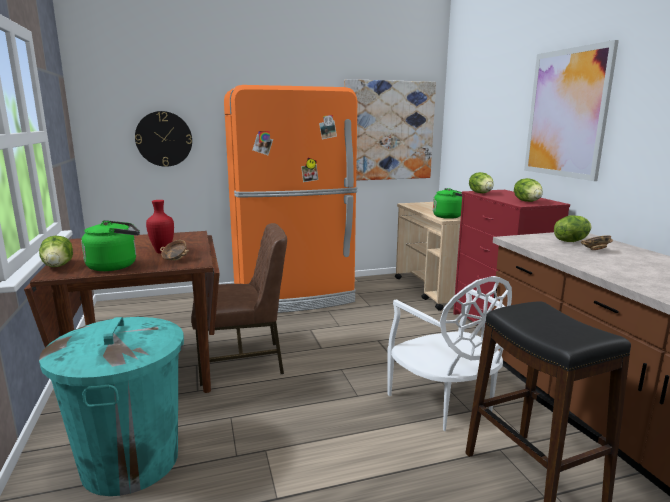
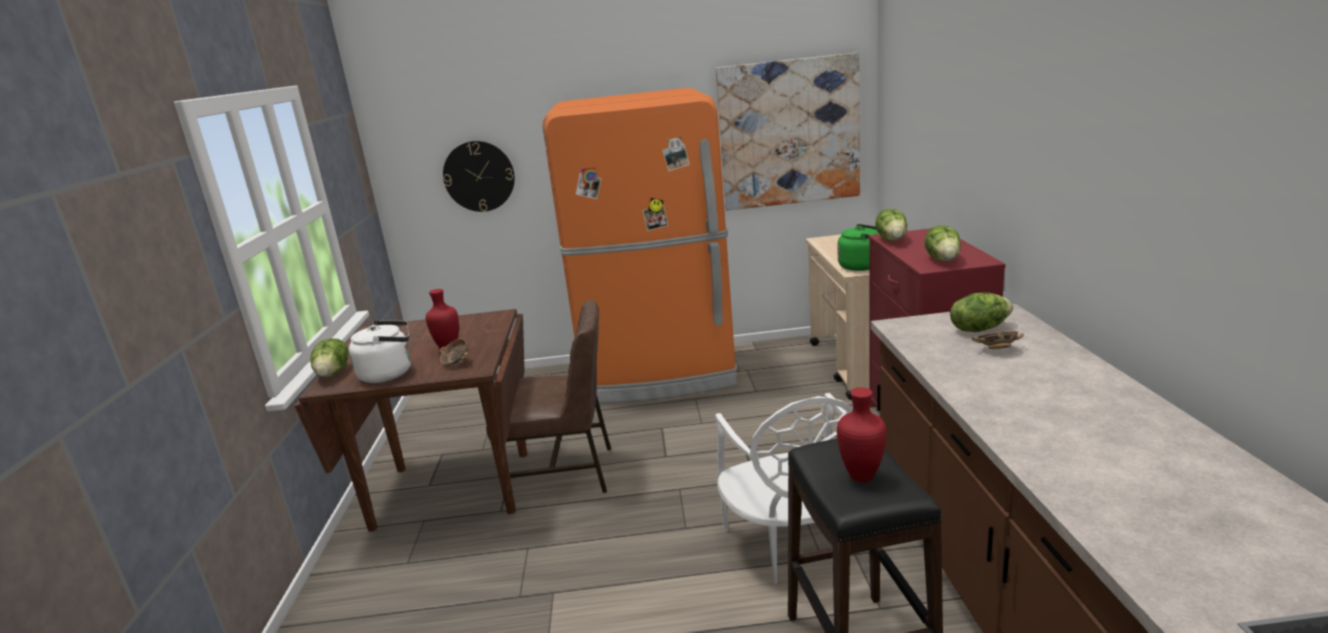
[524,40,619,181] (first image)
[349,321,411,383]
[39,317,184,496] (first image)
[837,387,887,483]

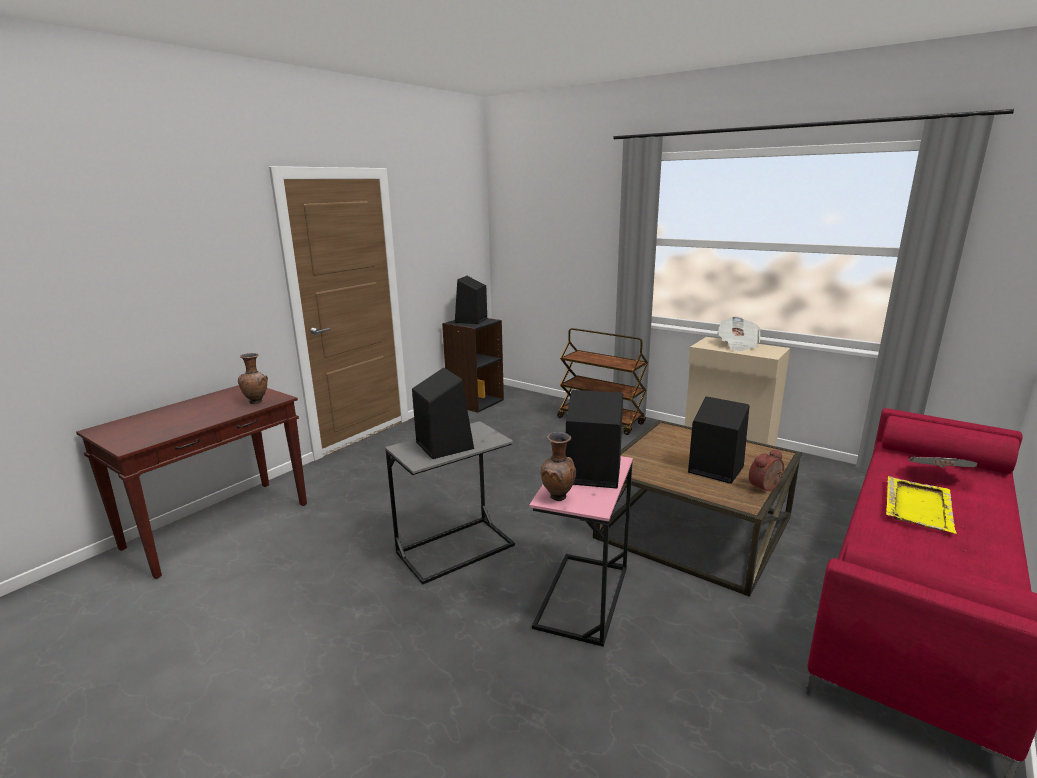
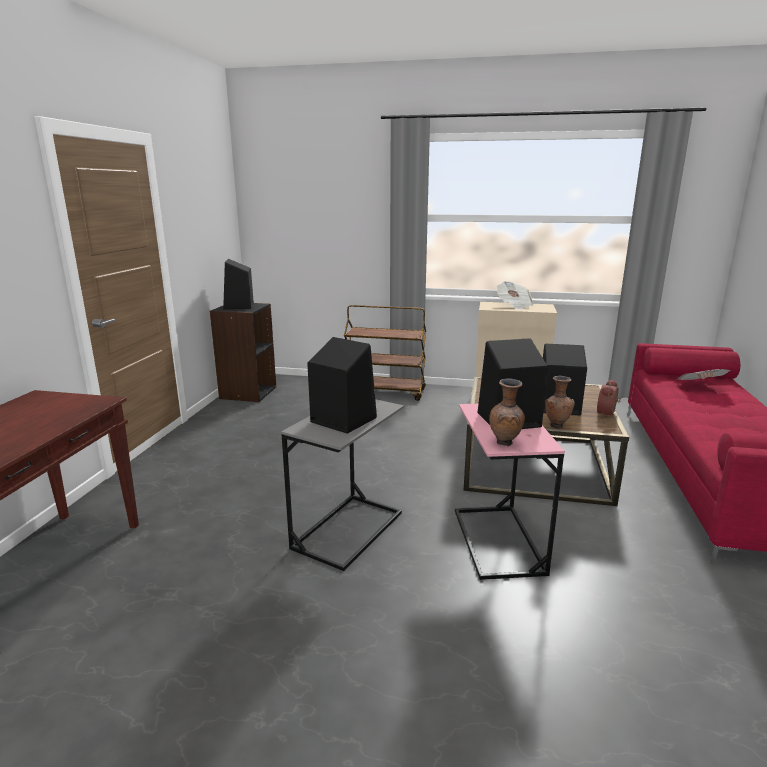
[545,376,575,428]
[886,476,957,534] (first image)

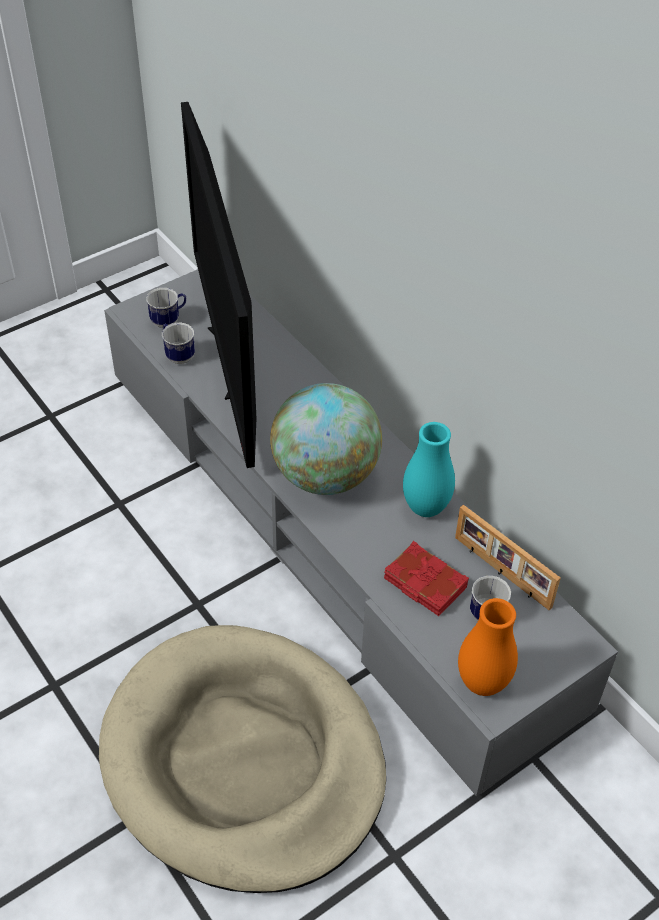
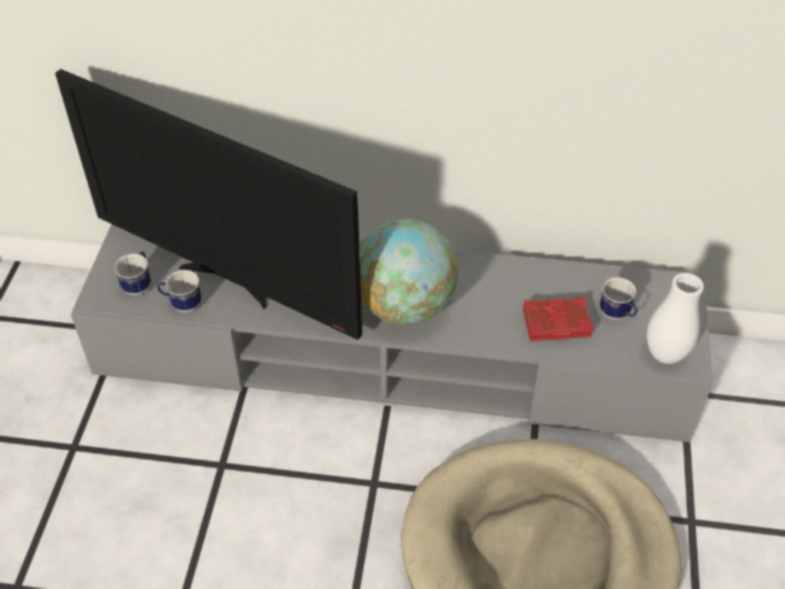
[403,422,455,517] (first image)
[455,505,561,610] (first image)
[647,273,704,364]

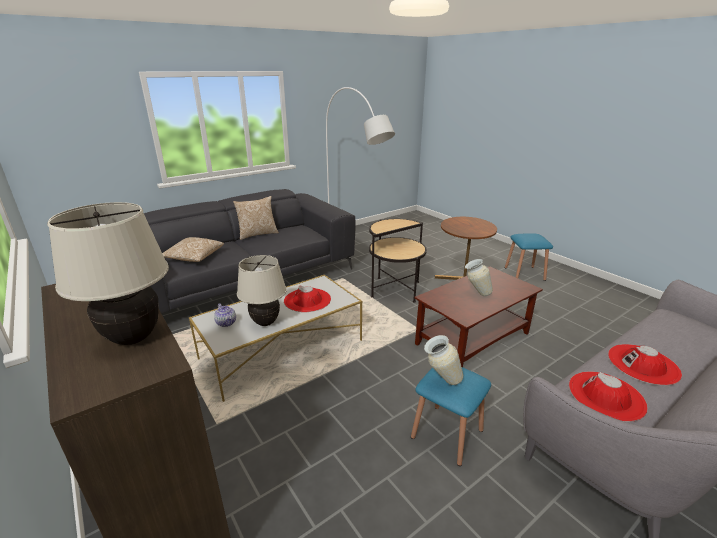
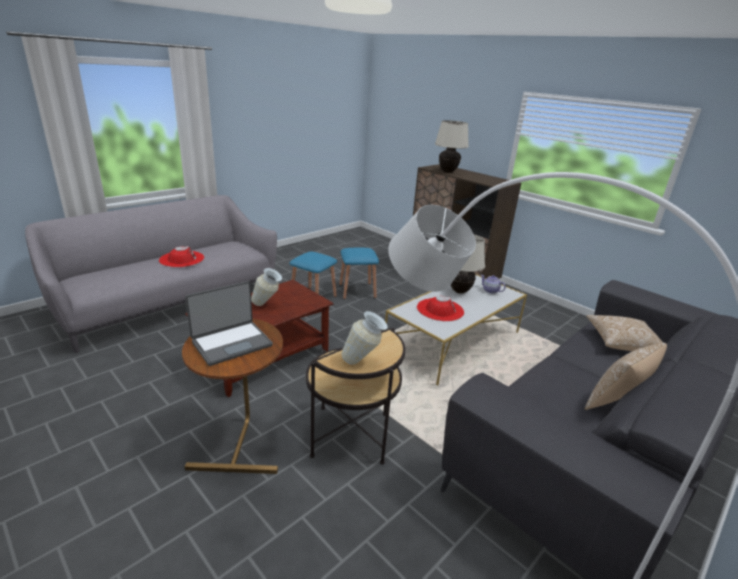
[339,248,379,299]
[341,311,388,365]
[569,372,648,422] (first image)
[185,281,273,366]

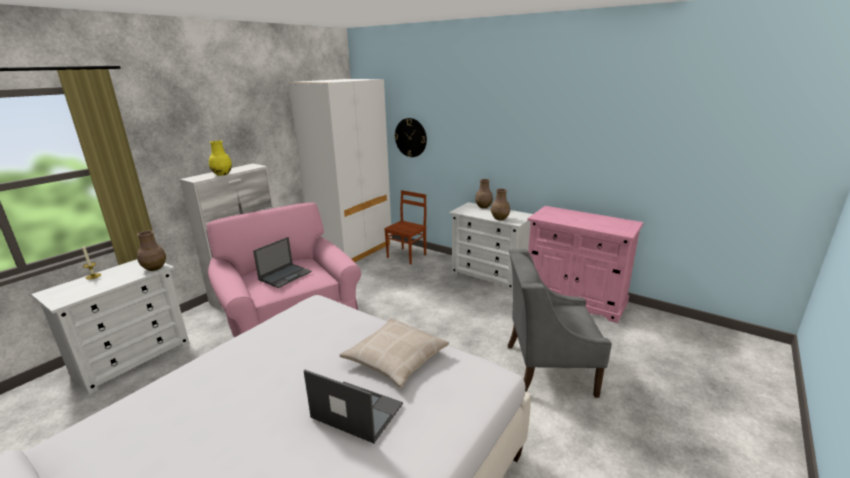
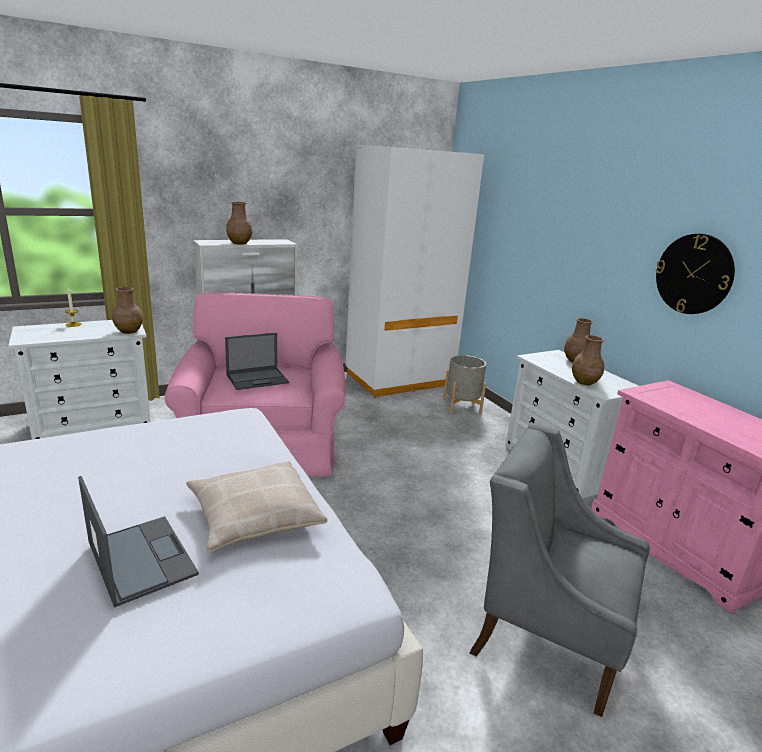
[656,234,735,314]
[226,202,252,244]
[443,355,486,414]

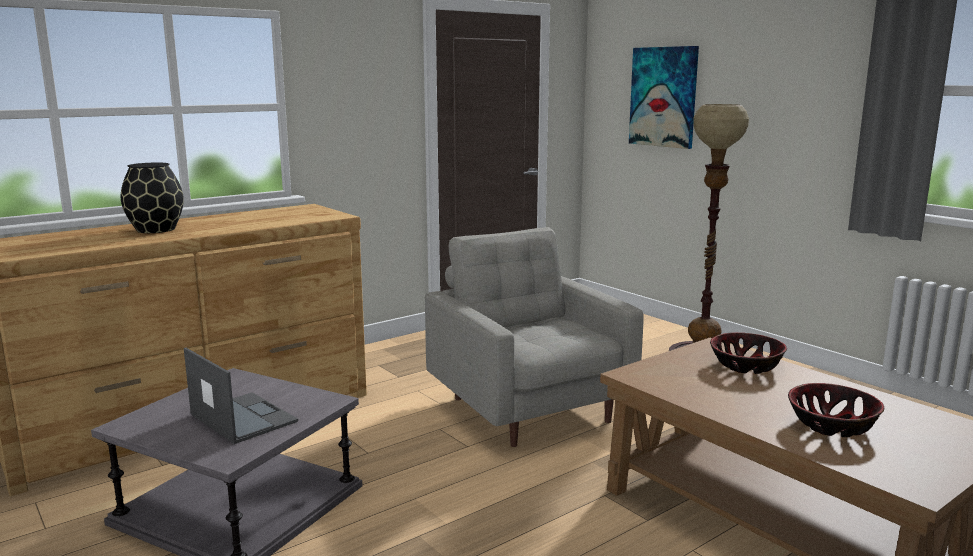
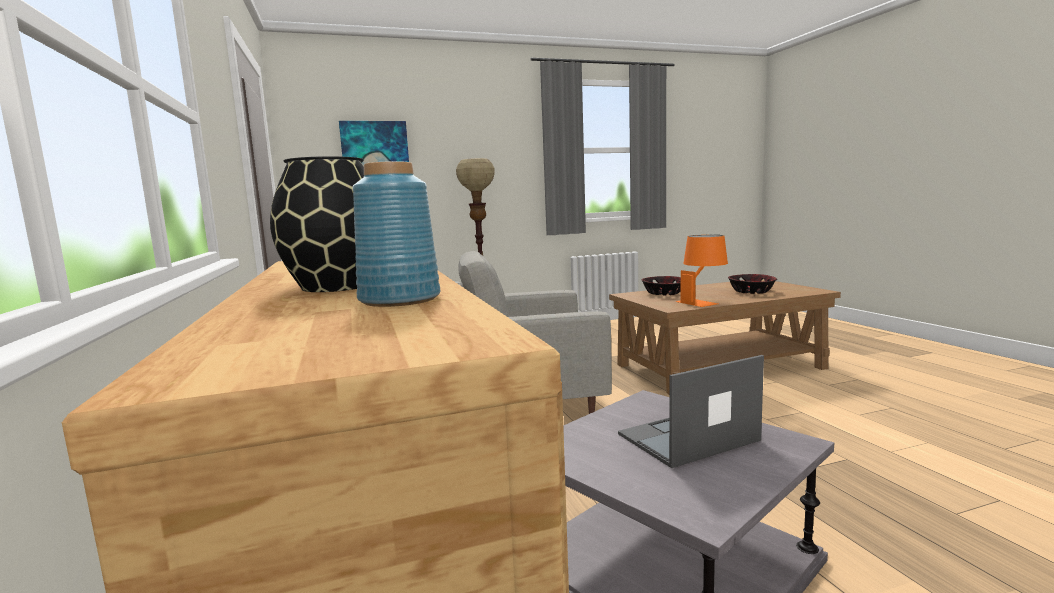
[353,161,440,307]
[675,235,728,307]

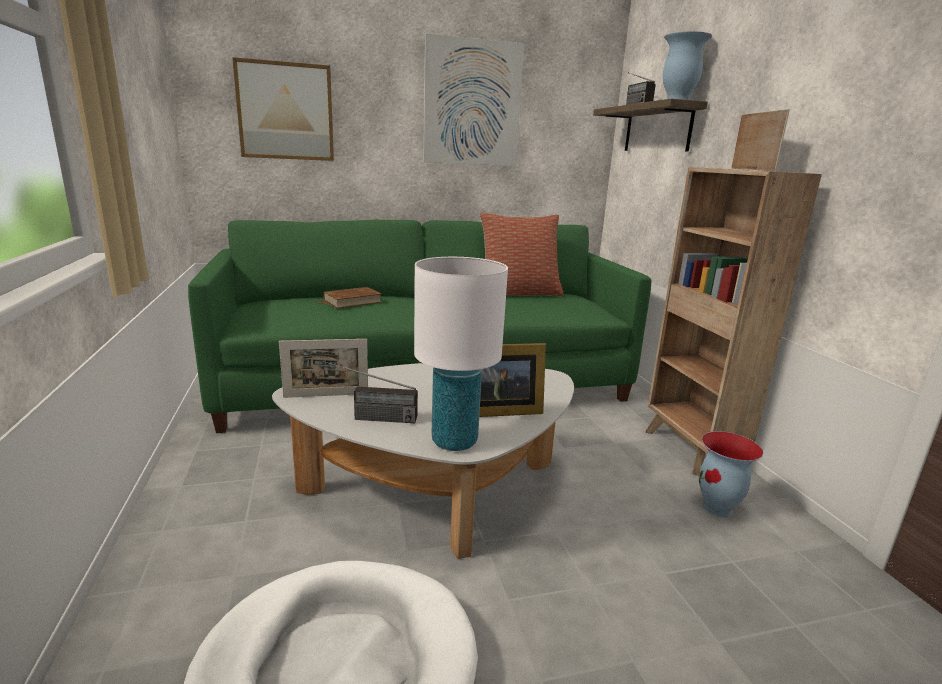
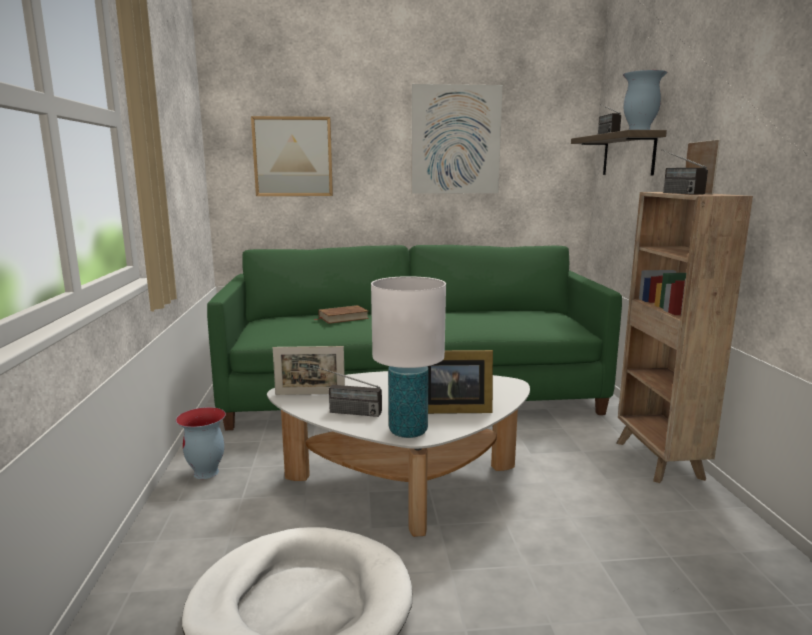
[480,213,564,296] (first image)
[176,407,226,479]
[661,149,708,195]

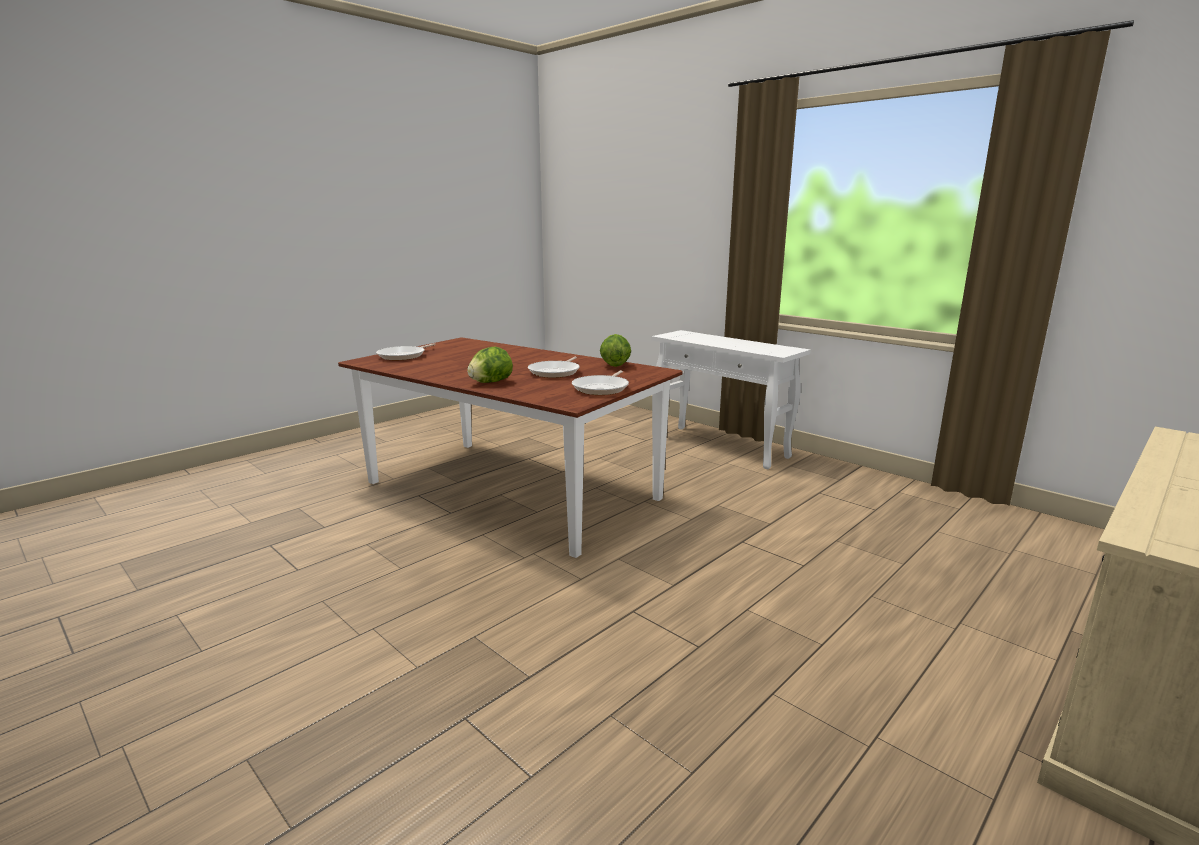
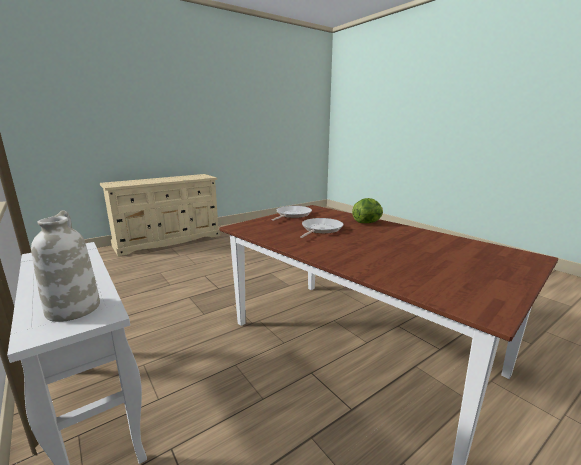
[600,334,631,367] (first image)
[376,343,435,360] (first image)
[31,210,100,322]

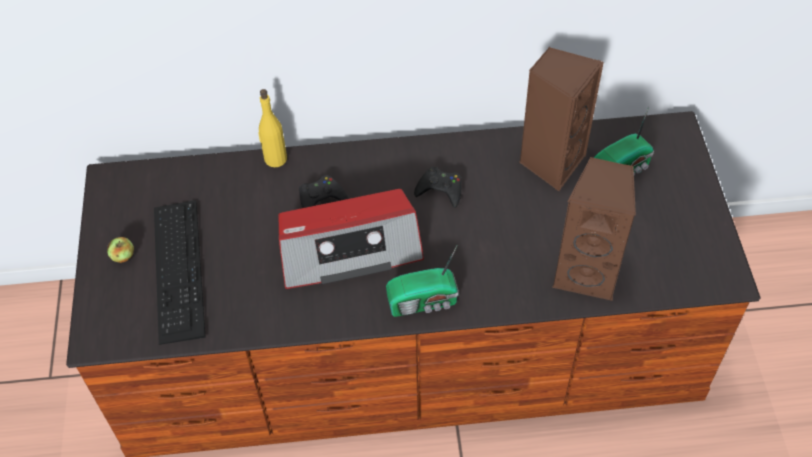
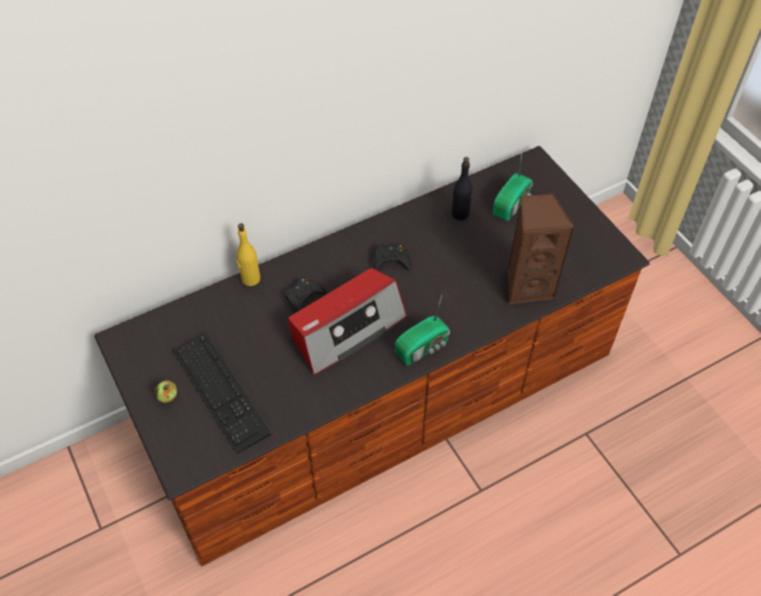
[452,157,473,220]

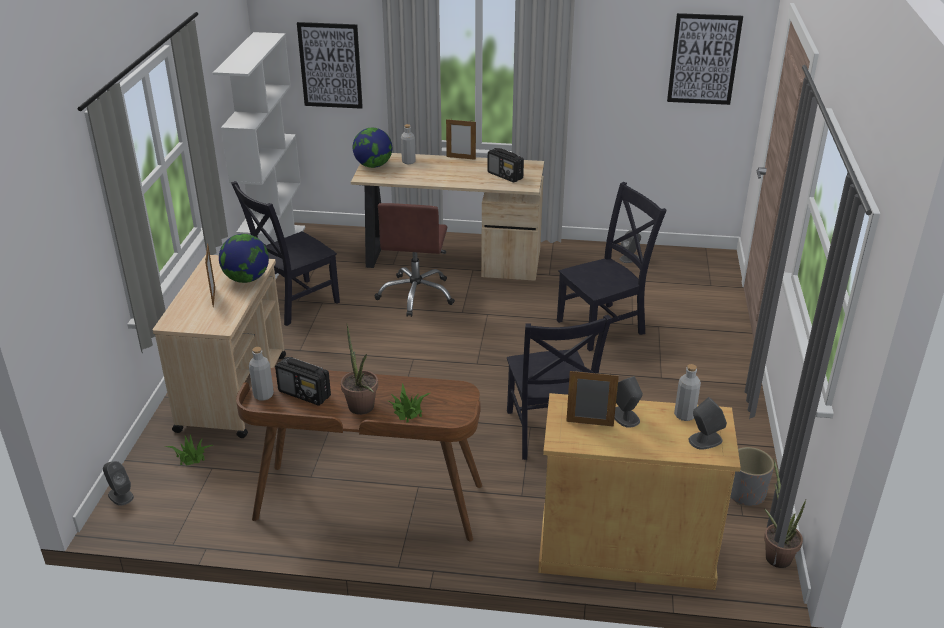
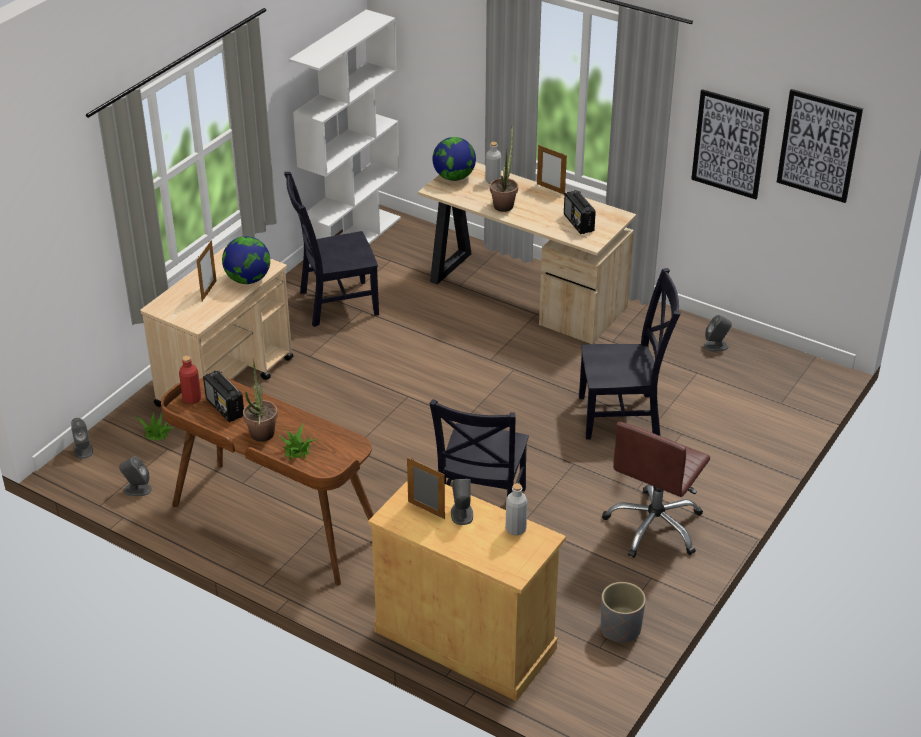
[691,89,770,199]
[602,422,710,558]
[179,356,201,404]
[119,456,152,496]
[490,126,518,212]

